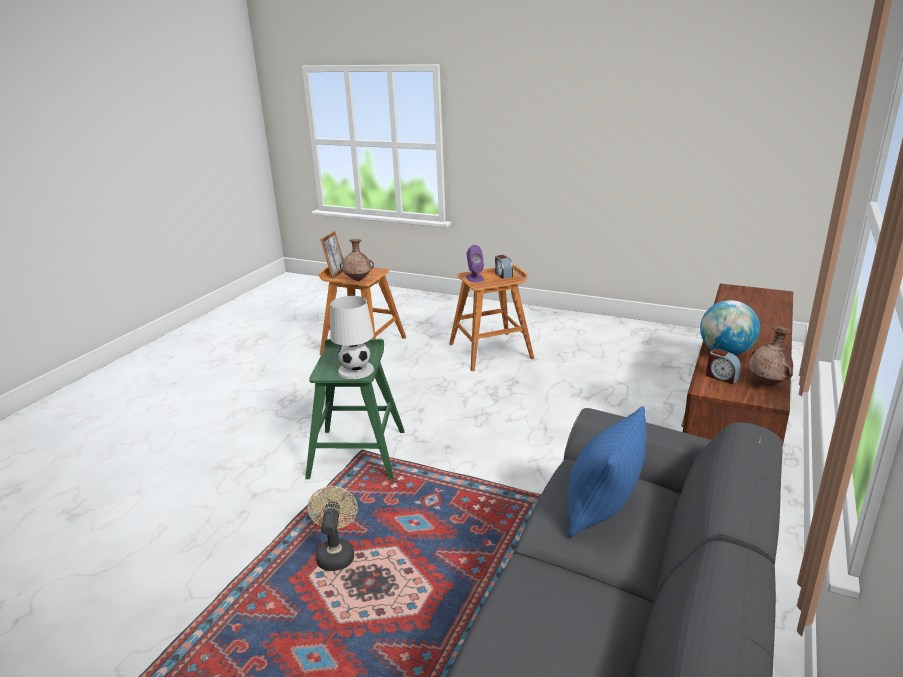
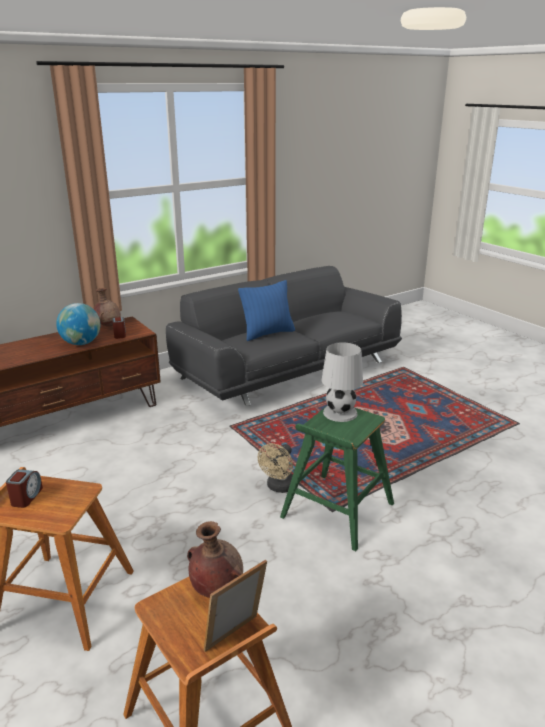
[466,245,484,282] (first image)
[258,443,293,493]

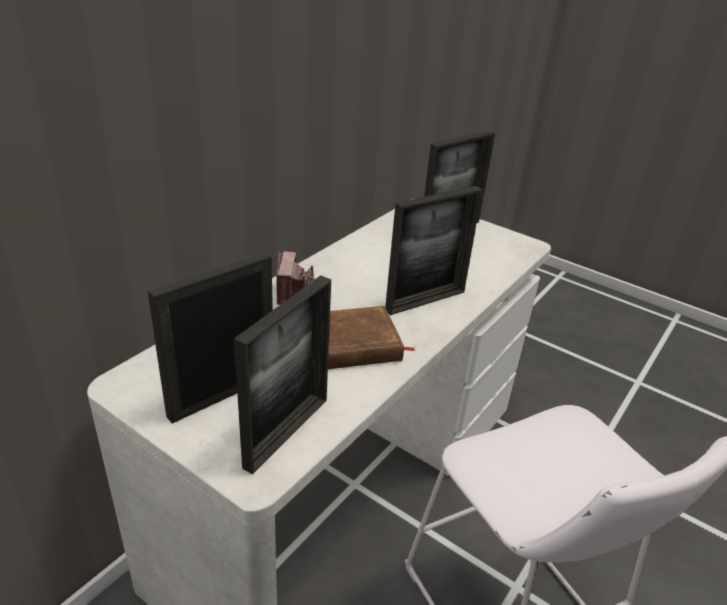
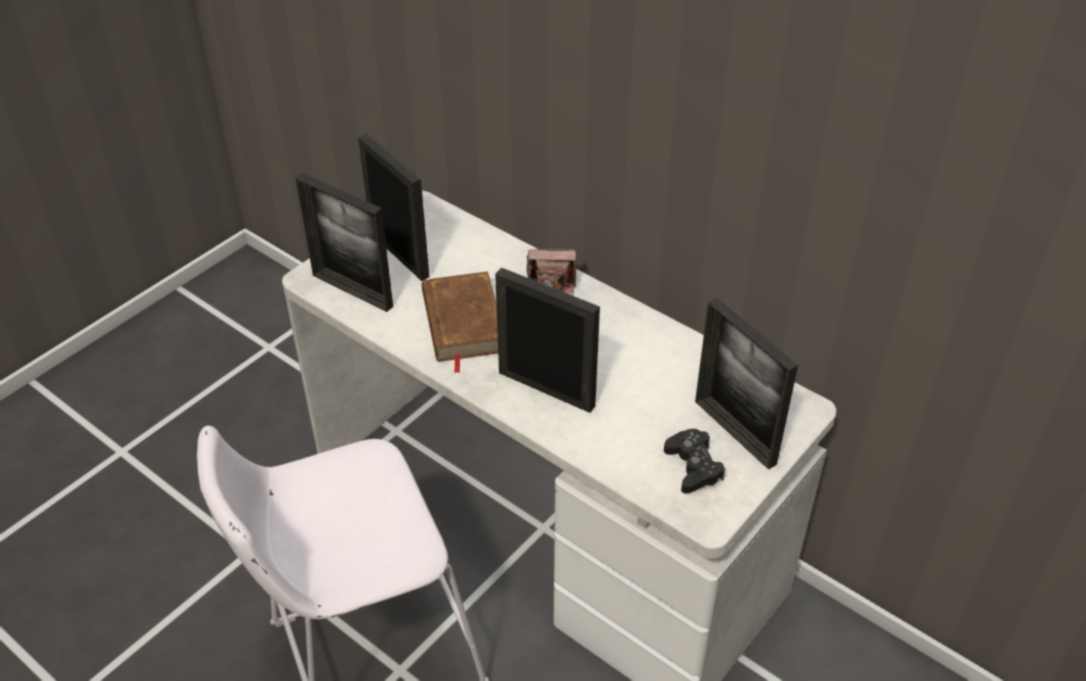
[495,267,600,413]
[664,429,725,493]

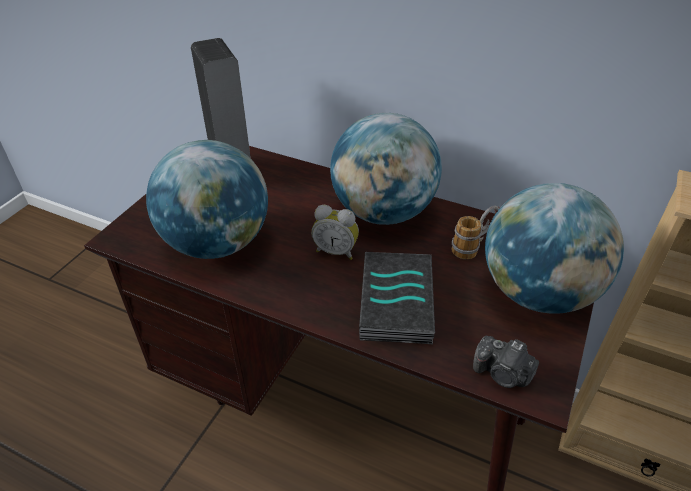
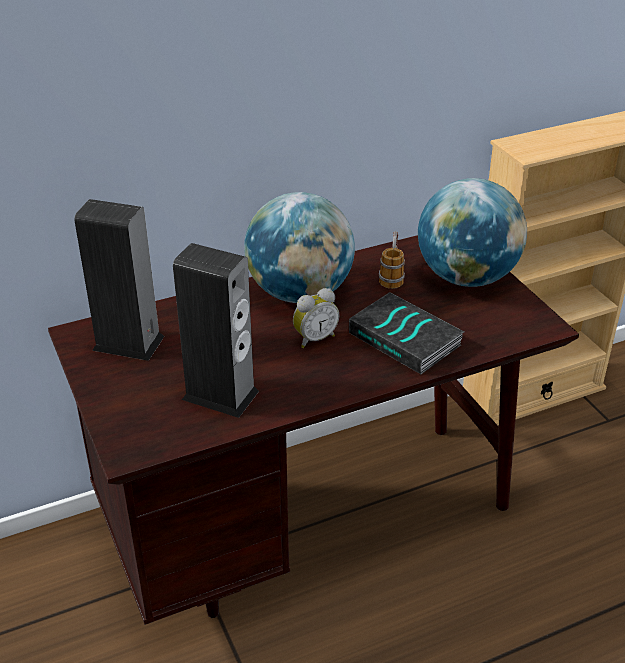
[173,243,259,418]
[473,336,539,388] (first image)

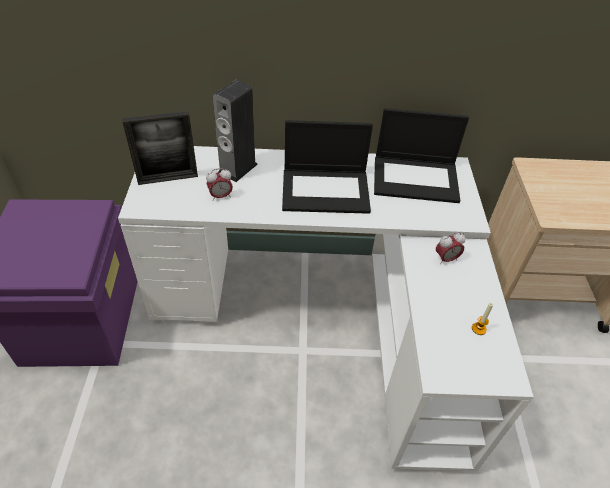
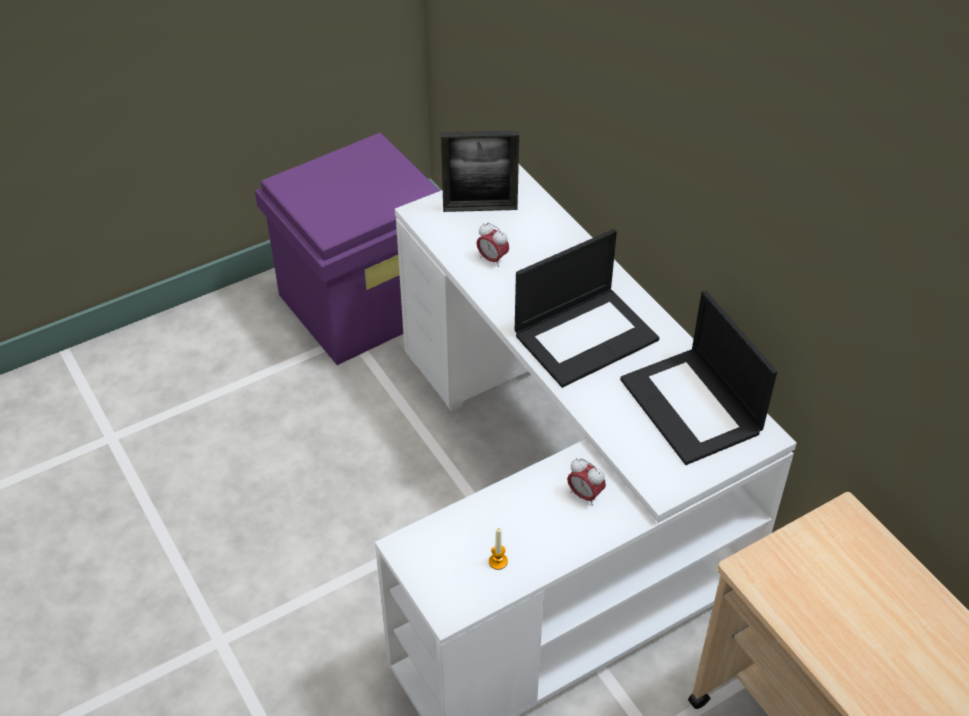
[212,80,258,182] (first image)
[441,130,519,212]
[515,229,659,388]

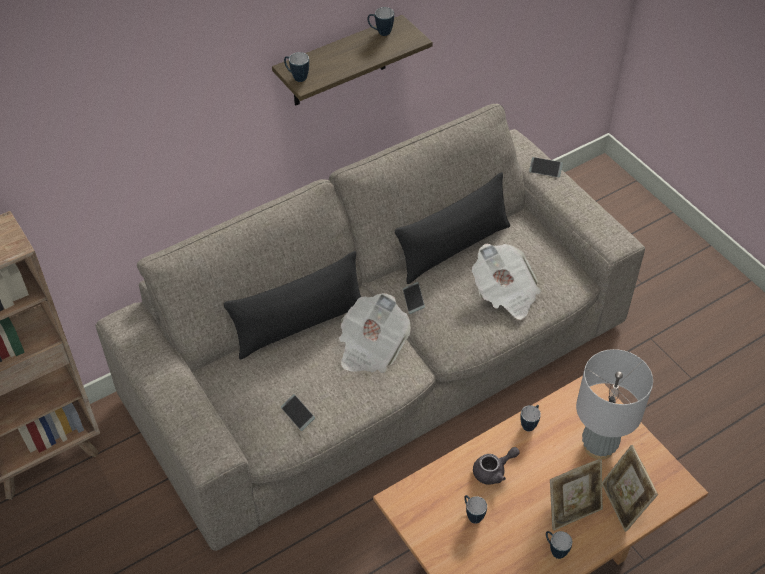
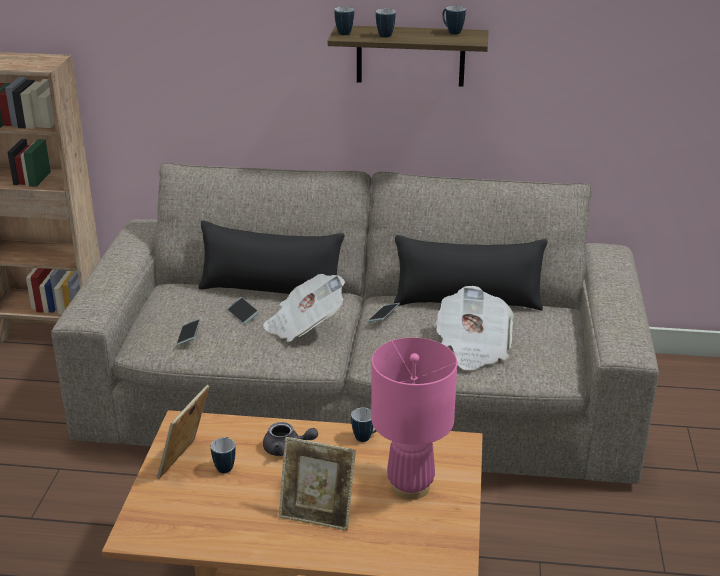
[227,297,259,324]
[371,338,457,499]
[157,385,209,479]
[376,9,396,38]

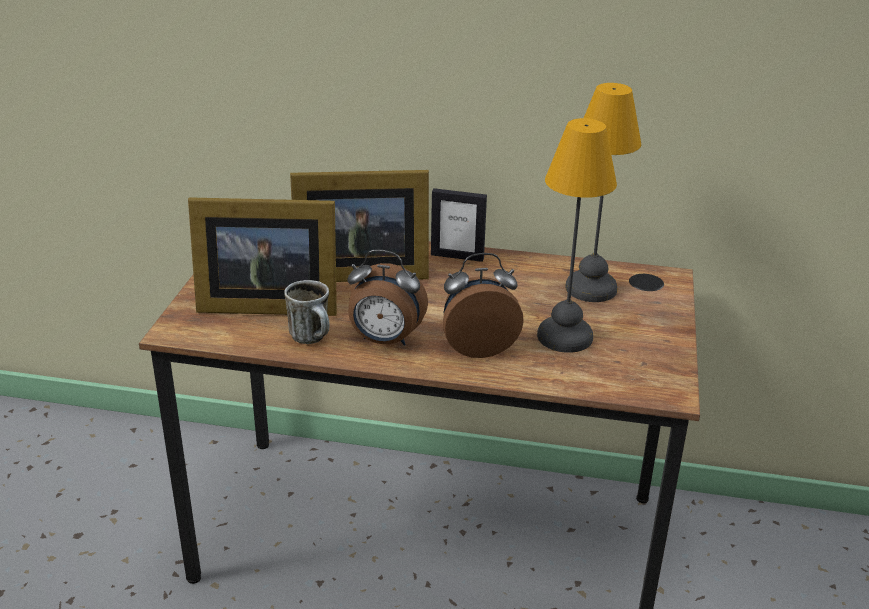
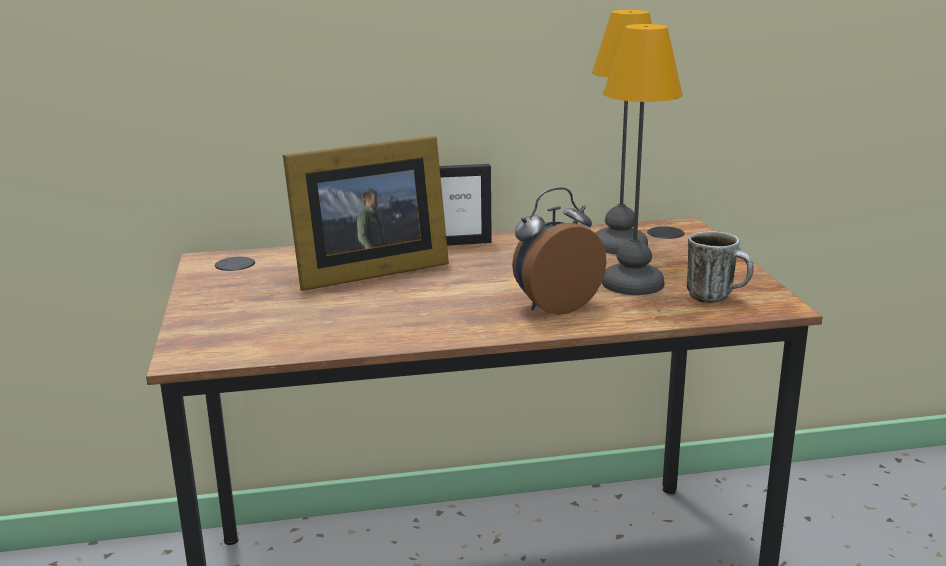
[188,197,337,316] (first image)
[347,250,428,346] (first image)
[687,231,754,303]

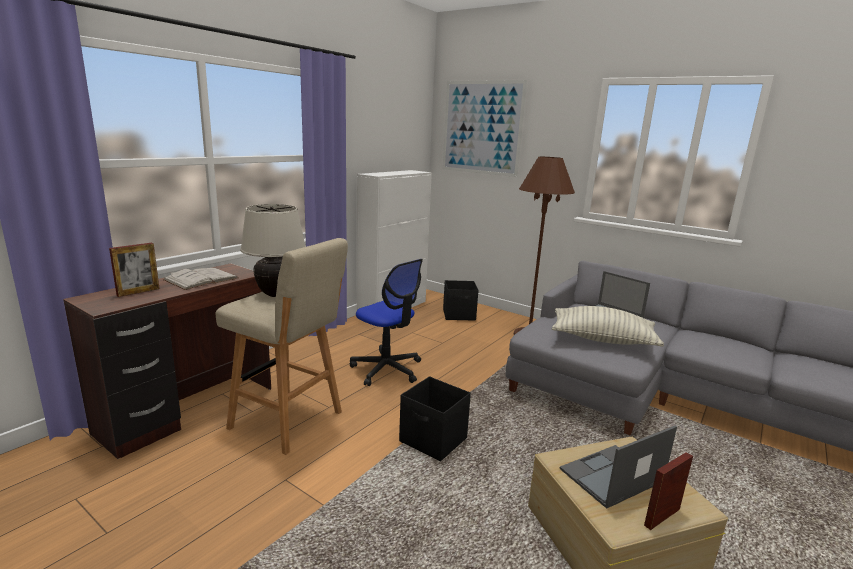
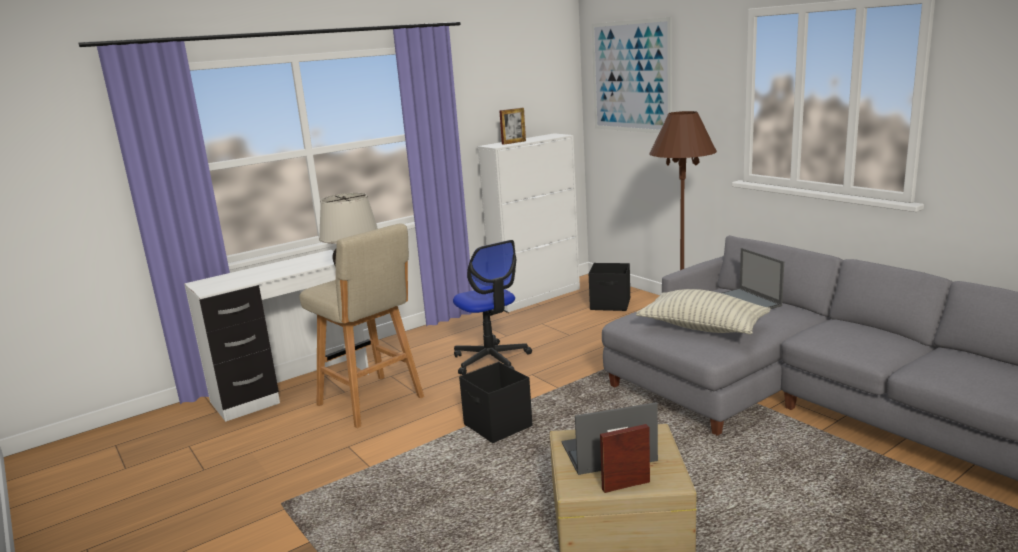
[499,108,526,145]
[184,250,369,422]
[163,268,239,290] (first image)

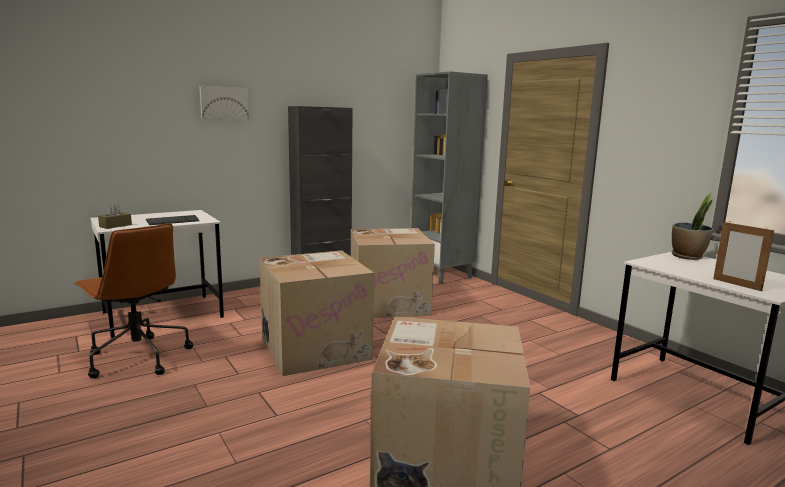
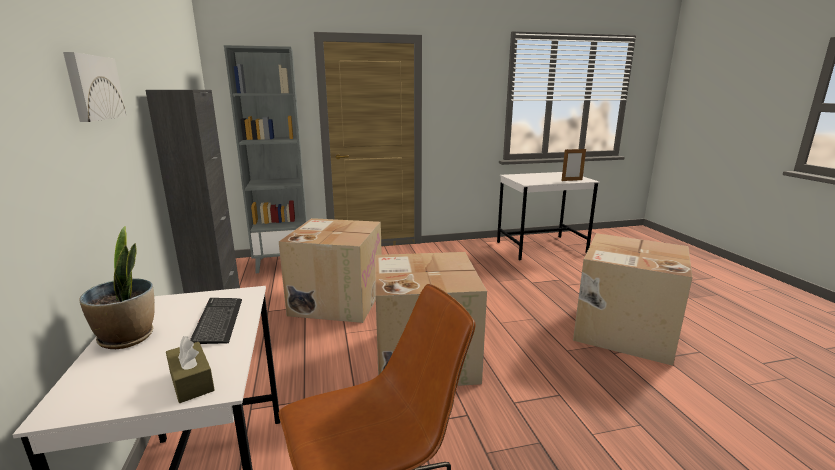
[80,226,155,349]

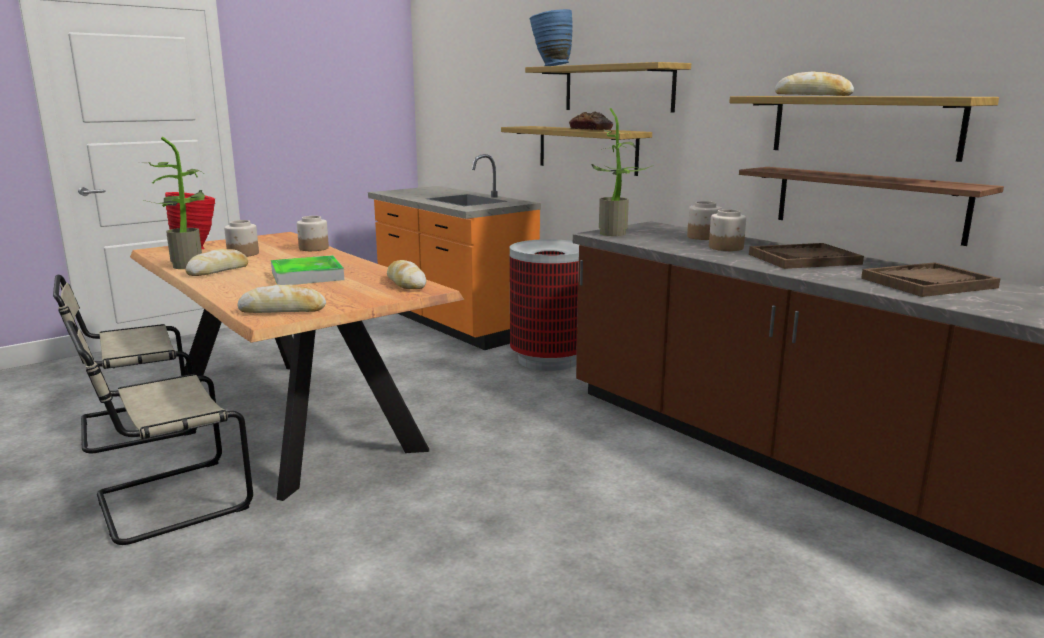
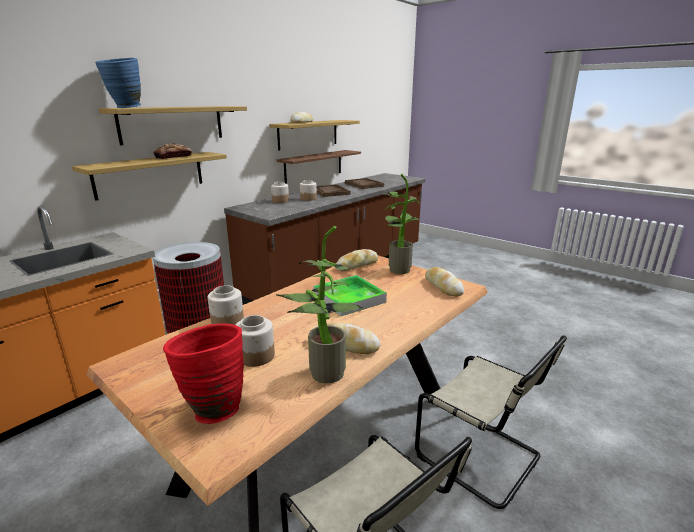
[384,174,420,274]

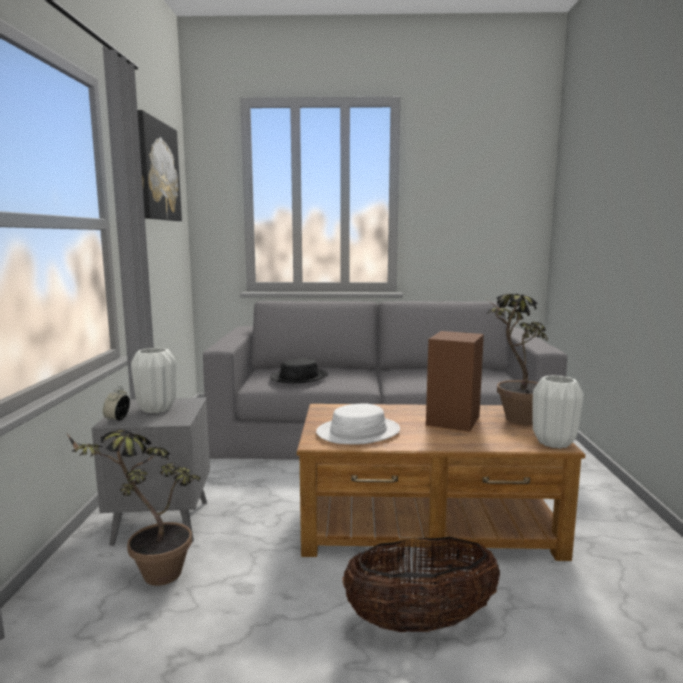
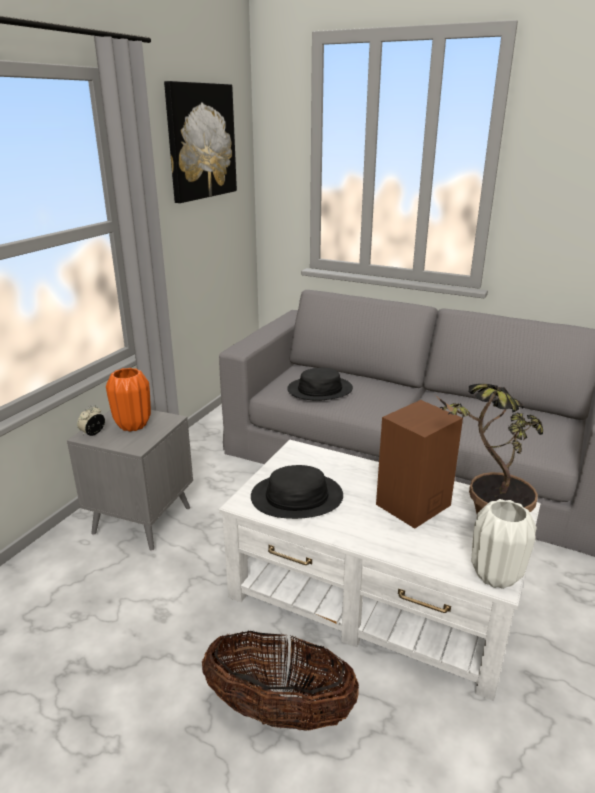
[106,368,151,432]
[251,465,343,519]
[219,440,541,701]
[67,430,201,586] (first image)

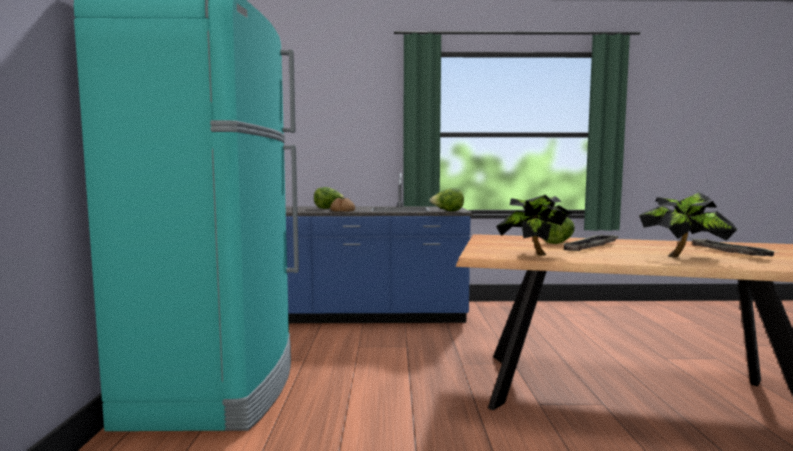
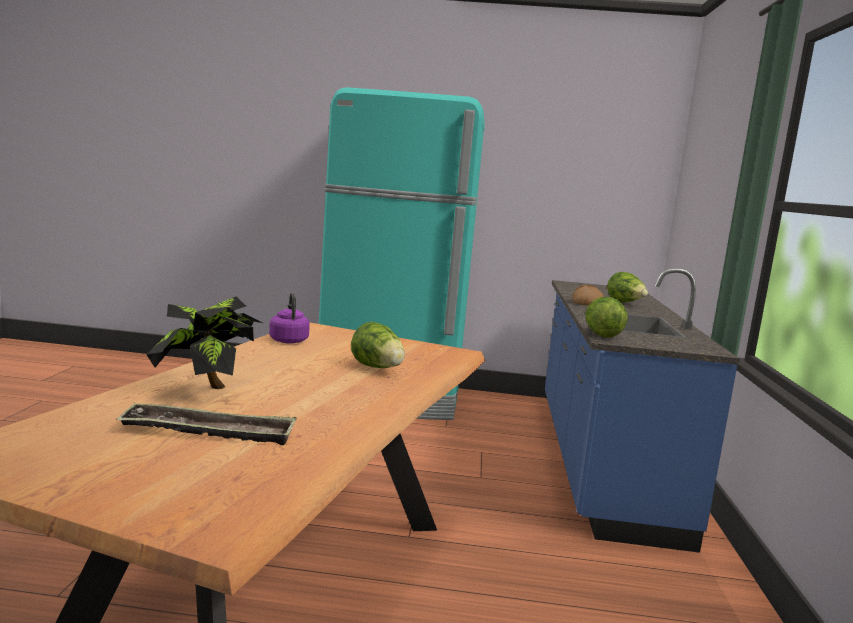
[269,293,310,344]
[563,235,618,251] (first image)

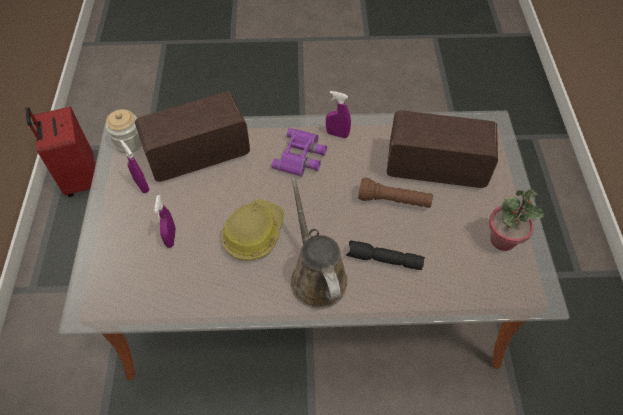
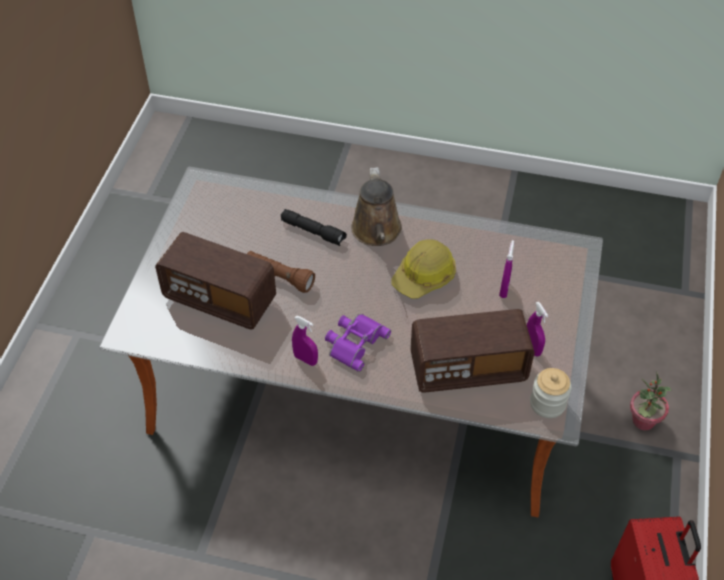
[630,373,671,430]

